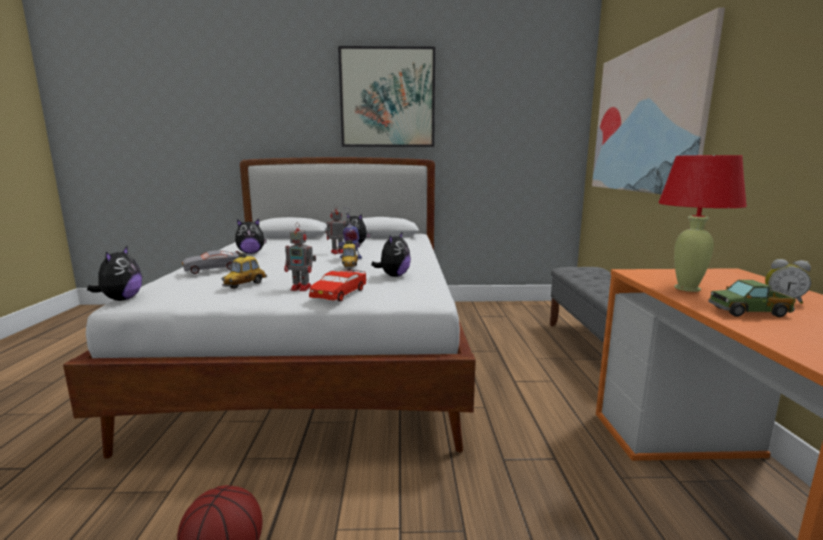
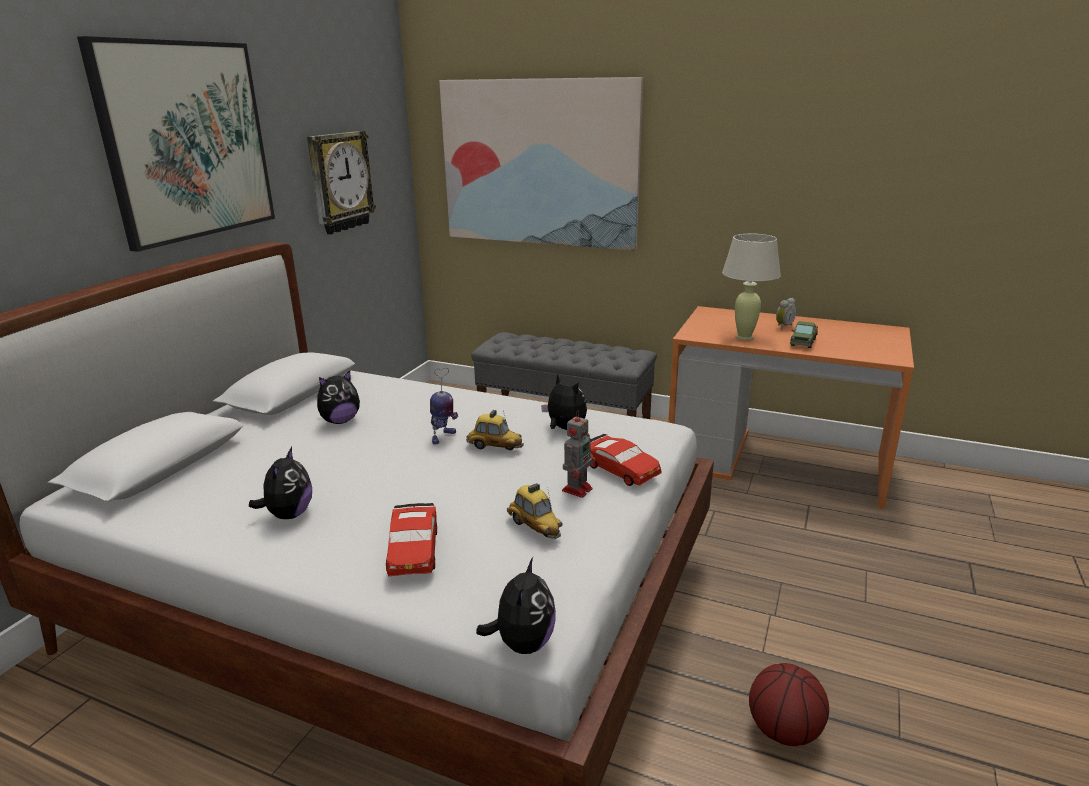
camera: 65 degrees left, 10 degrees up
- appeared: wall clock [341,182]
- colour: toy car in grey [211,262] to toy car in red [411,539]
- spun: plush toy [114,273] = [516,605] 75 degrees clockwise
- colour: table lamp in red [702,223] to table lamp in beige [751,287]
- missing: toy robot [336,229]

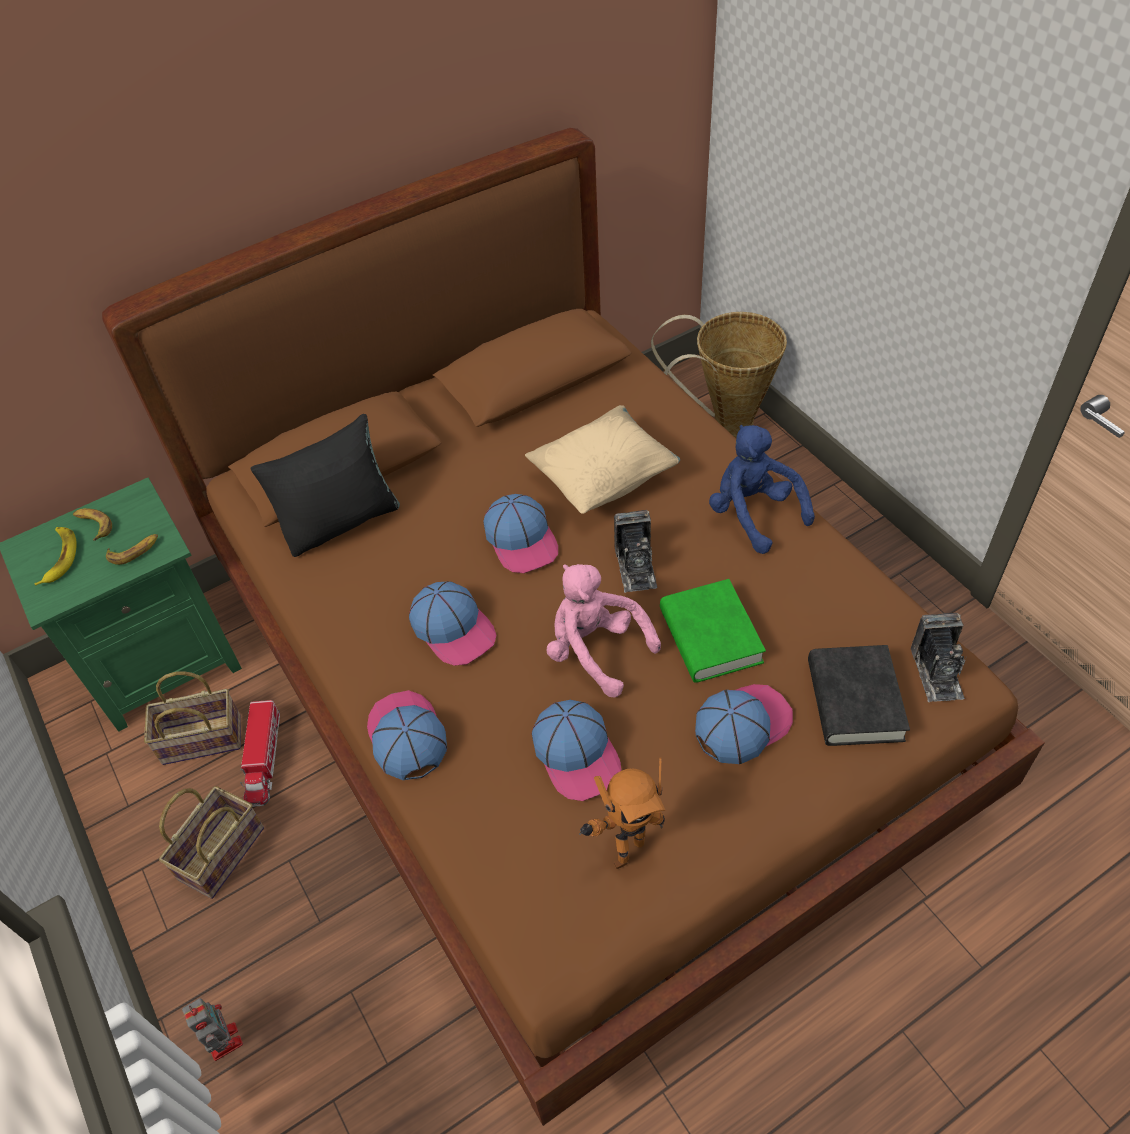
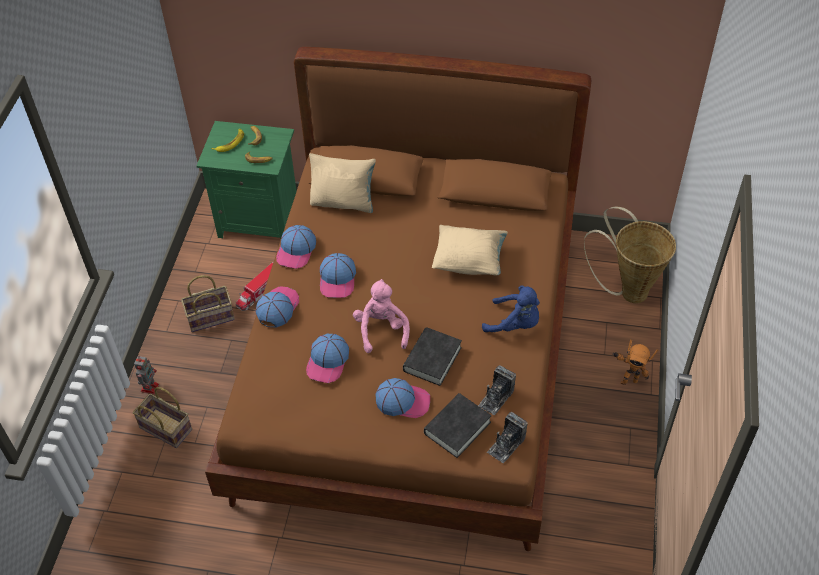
camera: 40 degrees right, 0 degrees up
- relocated: basket [192,718] to [162,417]
- relocated: cap [520,533] to [296,247]
- colour: pillow in black [325,485] to pillow in beige [342,183]
- colour: book in green [713,631] to book in black [432,356]
- relocated: photo camera [635,551] to [497,390]
- spun: plush toy in blue [762,489] = [511,308] 105 degrees clockwise
- relocated: toy robot [622,813] to [635,362]

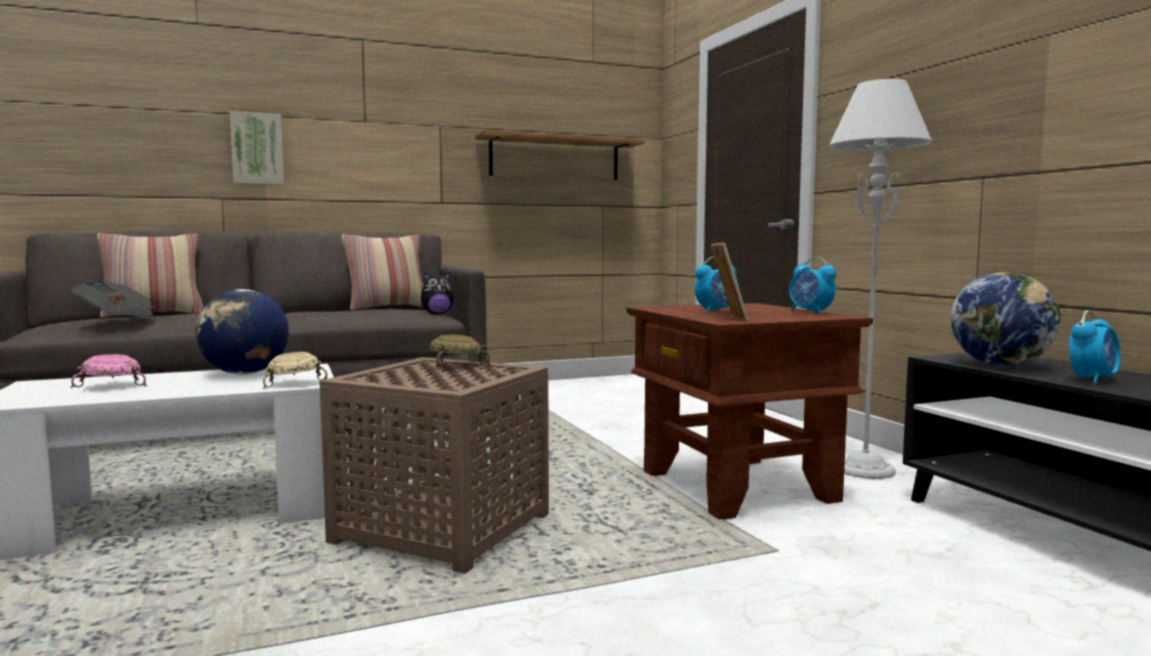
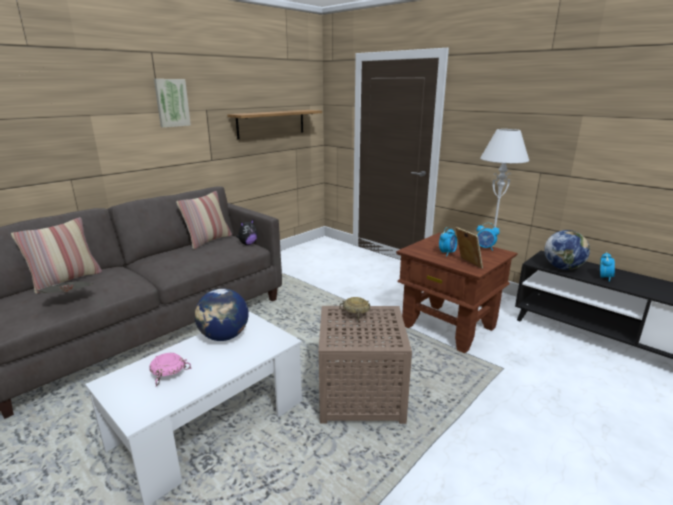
camera: 25 degrees left, 15 degrees up
- relocated: picture [257,148] to [172,103]
- missing: bowl in beige [295,370]

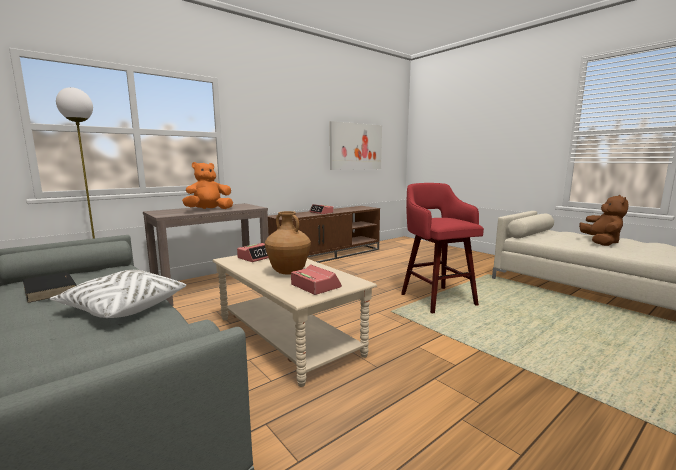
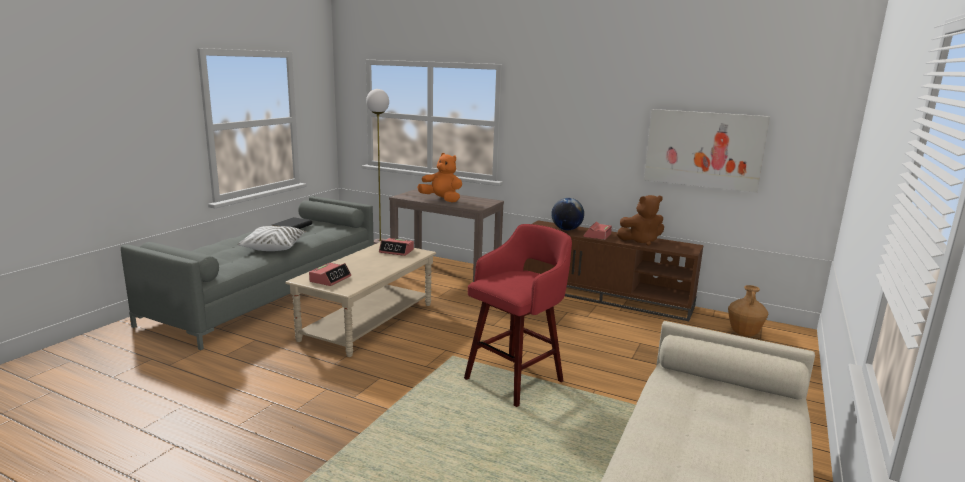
camera: 65 degrees right, 5 degrees up
- appeared: globe [567,214]
- relocated: plush toy in brown [603,220] to [640,220]
- relocated: vase in brown [288,243] to [748,311]

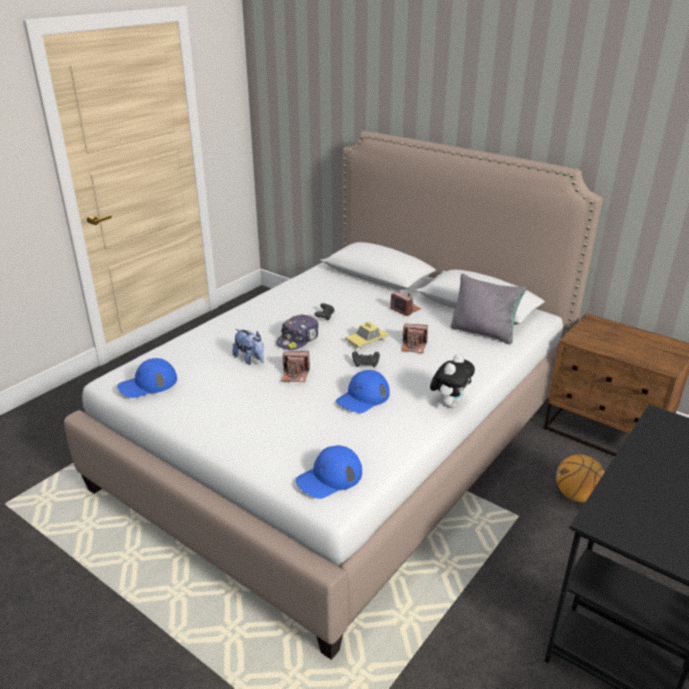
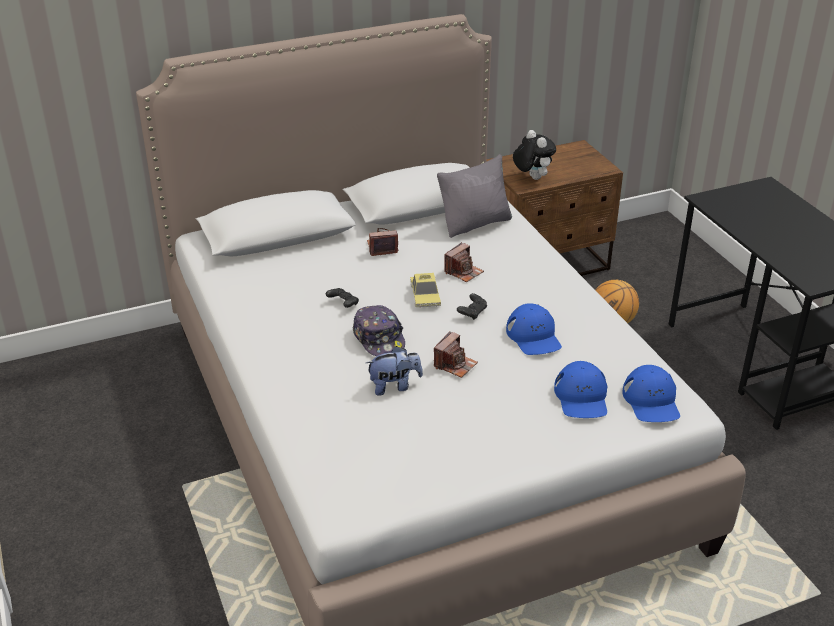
camera: 60 degrees left, 5 degrees up
- relocated: plush toy [452,381] to [534,155]
- relocated: cap in blue [147,378] to [580,389]

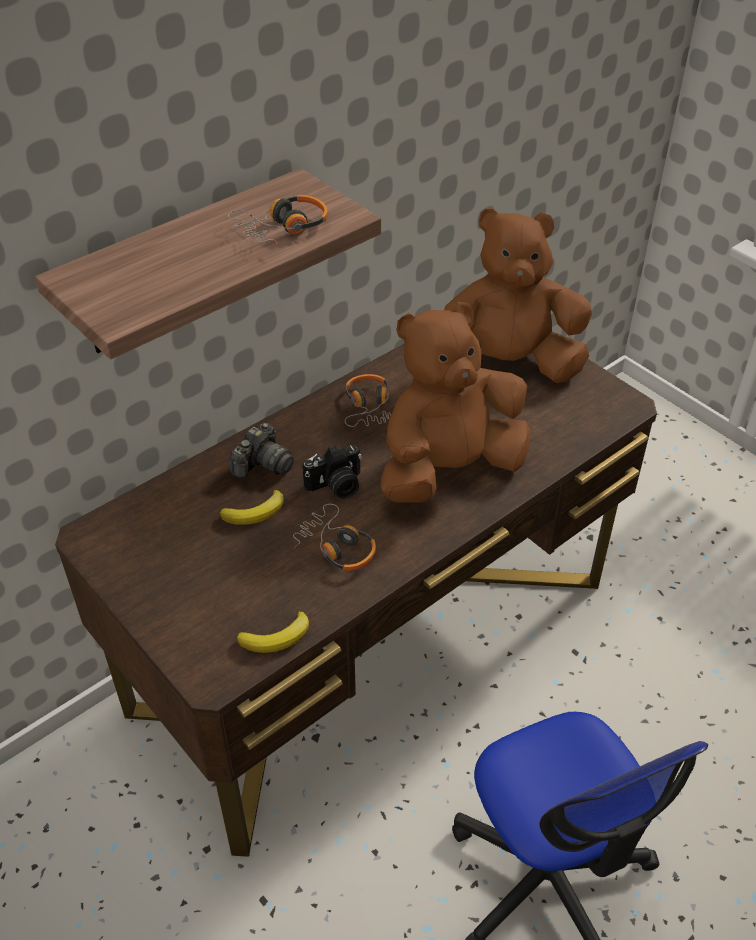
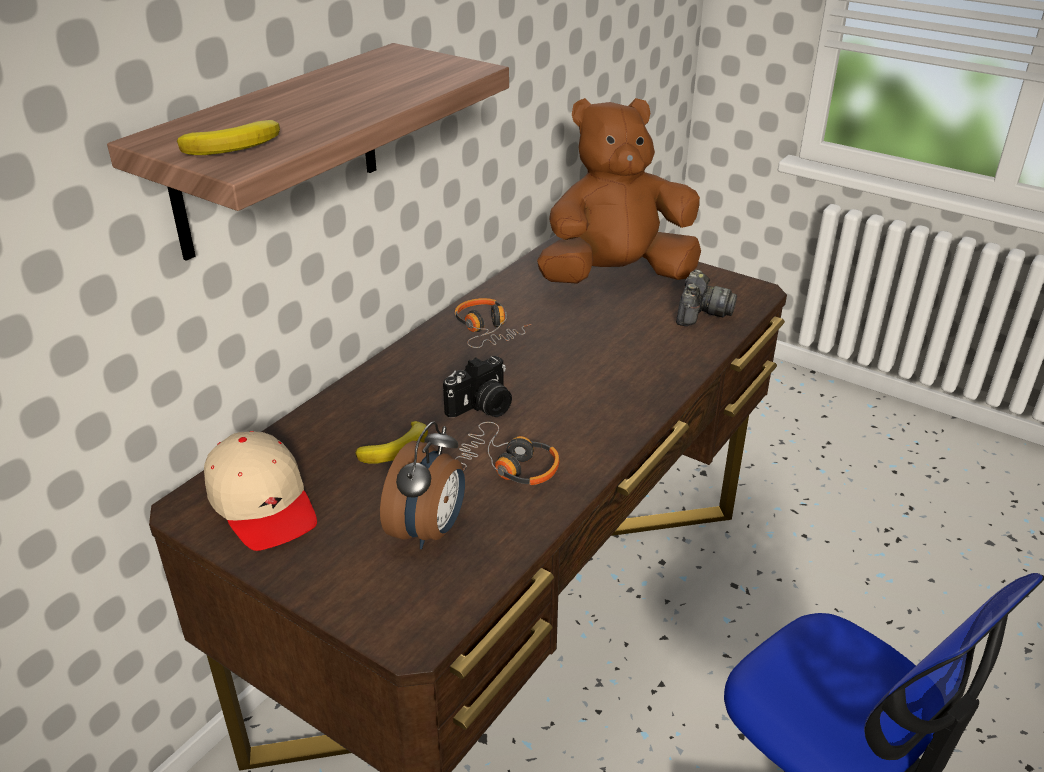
camera: 15 degrees left, 10 degrees down
- relocated: banana [273,632] to [228,137]
- appeared: cap in beige [260,491]
- appeared: alarm clock [422,485]
- relocated: photo camera [262,450] to [706,297]
- missing: headphones [278,220]
- missing: plush toy in brown [455,402]

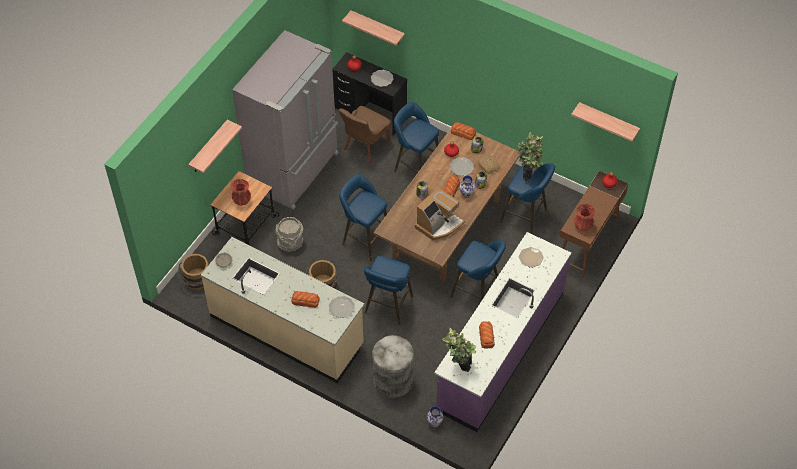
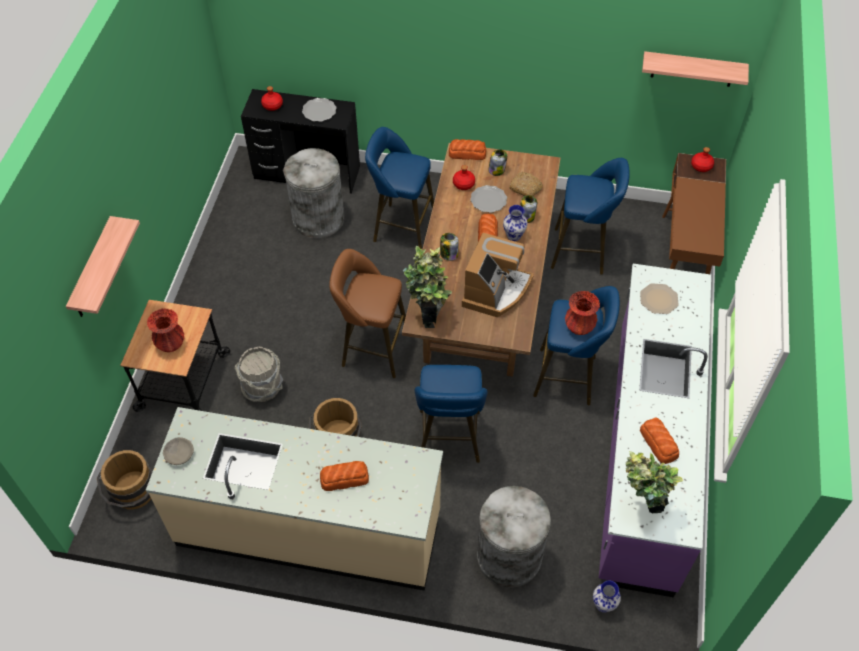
camera: 20 degrees left, 0 degrees up
- exchanged: chair in brown [364,135] to trash can in grey [313,193]
- colour: stool in blue [363,217] to stool in brown [367,313]
- relocated: potted plant [531,157] to [427,287]
- relocated: vase in red [584,217] to [582,313]
- missing: fridge in grey [285,120]
- missing: plate [342,307]
- missing: shelf [373,27]

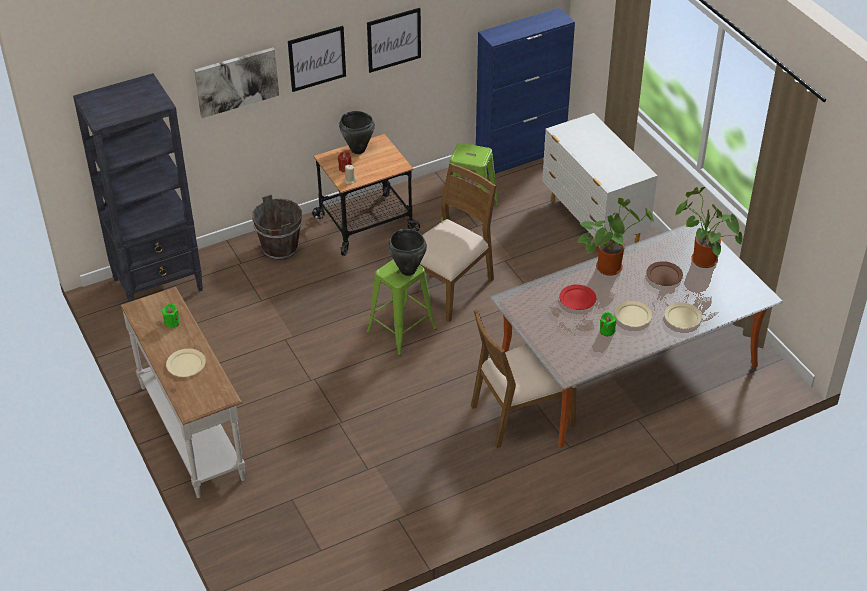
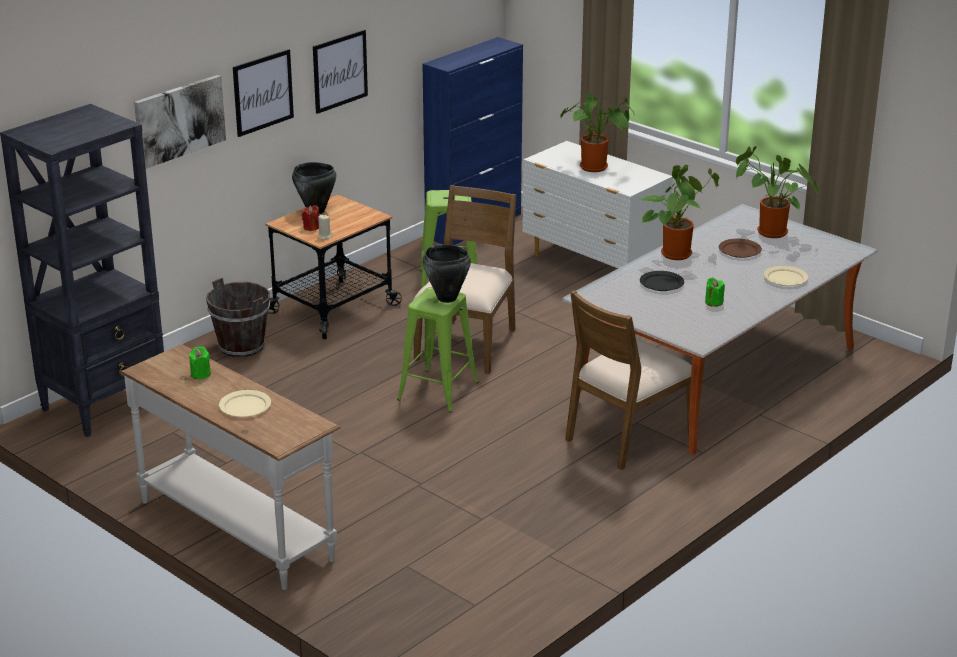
camera: 20 degrees left, 15 degrees down
- appeared: potted plant [597,133]
- colour: plate in red [577,297] to plate in black [662,281]
- missing: plate in beige [633,314]

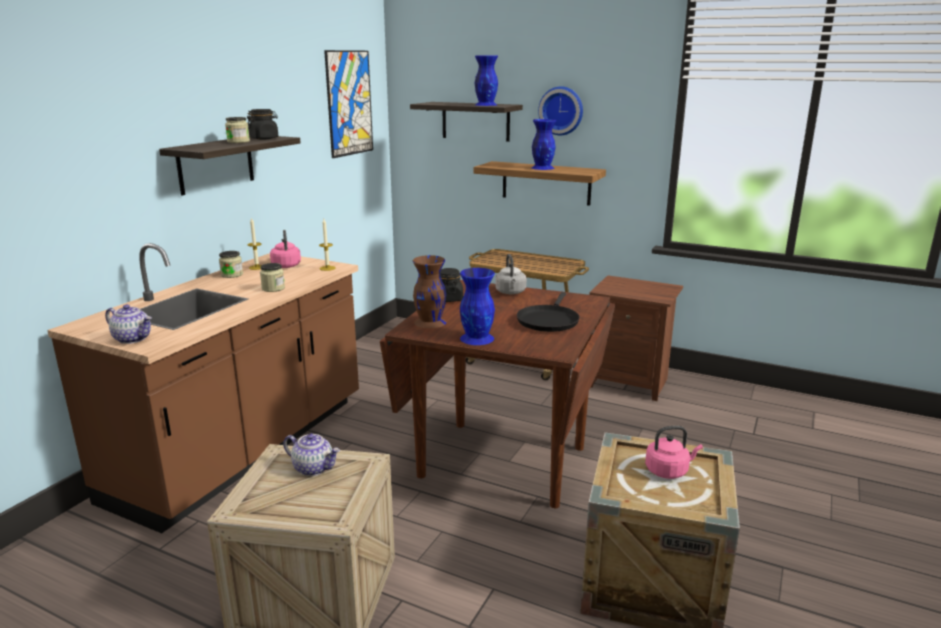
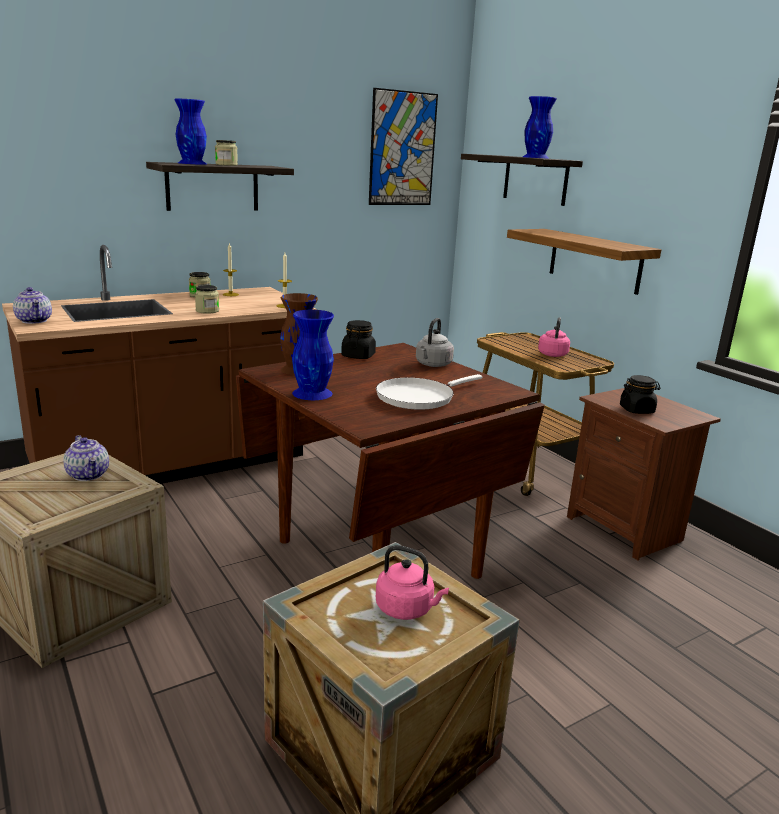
camera: 30 degrees right, 0 degrees up
- relocated: vase in blue [544,144] to [190,131]
- colour: frying pan in black [548,312] to frying pan in white [429,392]
- relocated: kettle in pink [285,249] to [554,337]
- relocated: jar in black [262,124] to [640,394]
- missing: wall clock [560,110]

